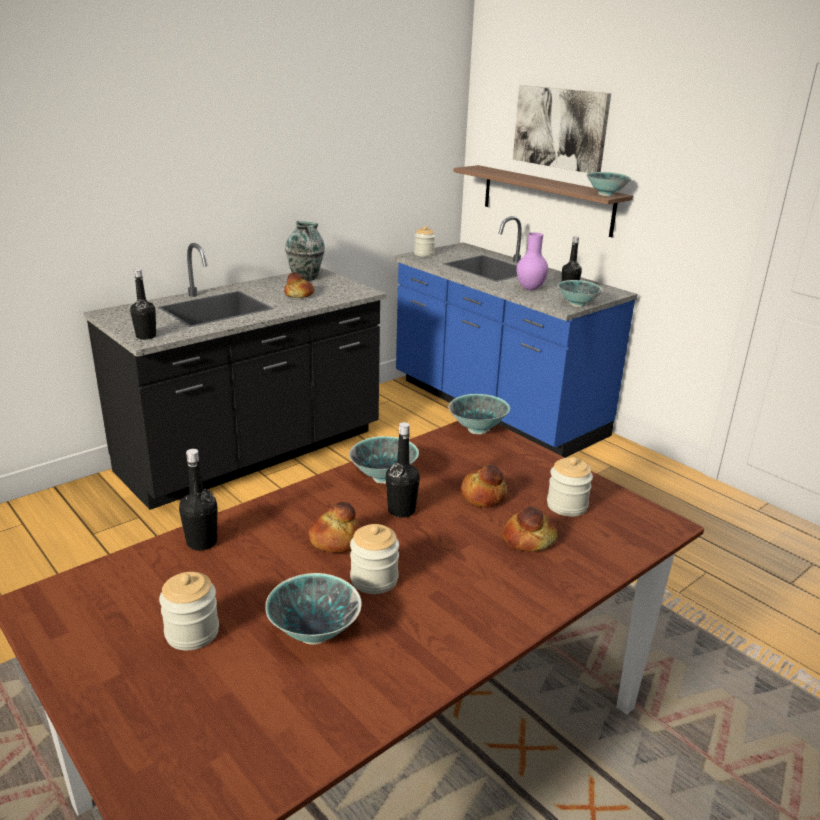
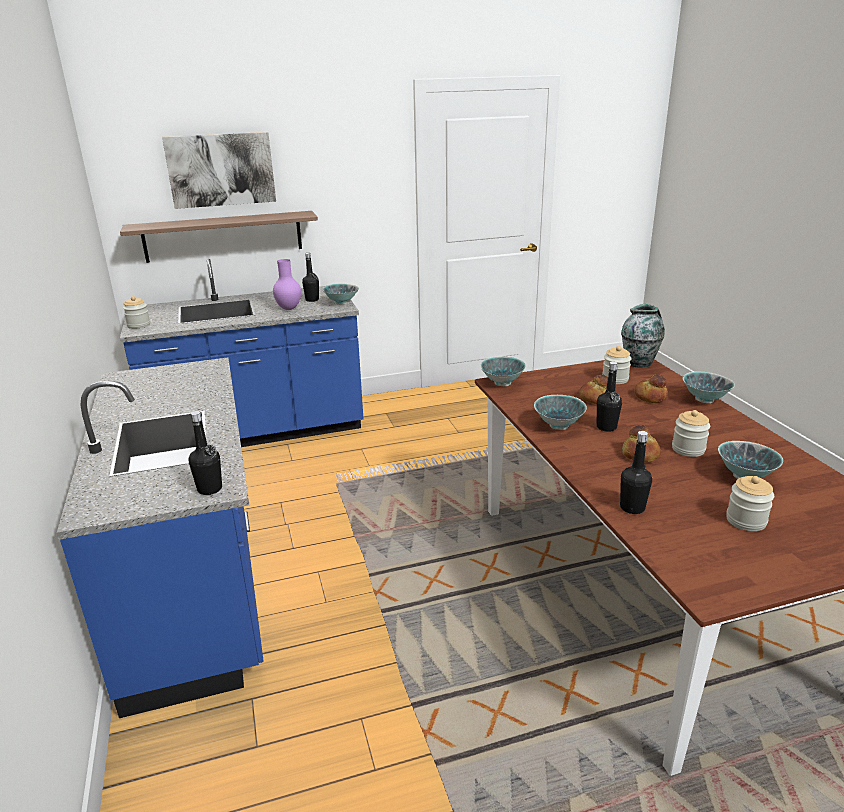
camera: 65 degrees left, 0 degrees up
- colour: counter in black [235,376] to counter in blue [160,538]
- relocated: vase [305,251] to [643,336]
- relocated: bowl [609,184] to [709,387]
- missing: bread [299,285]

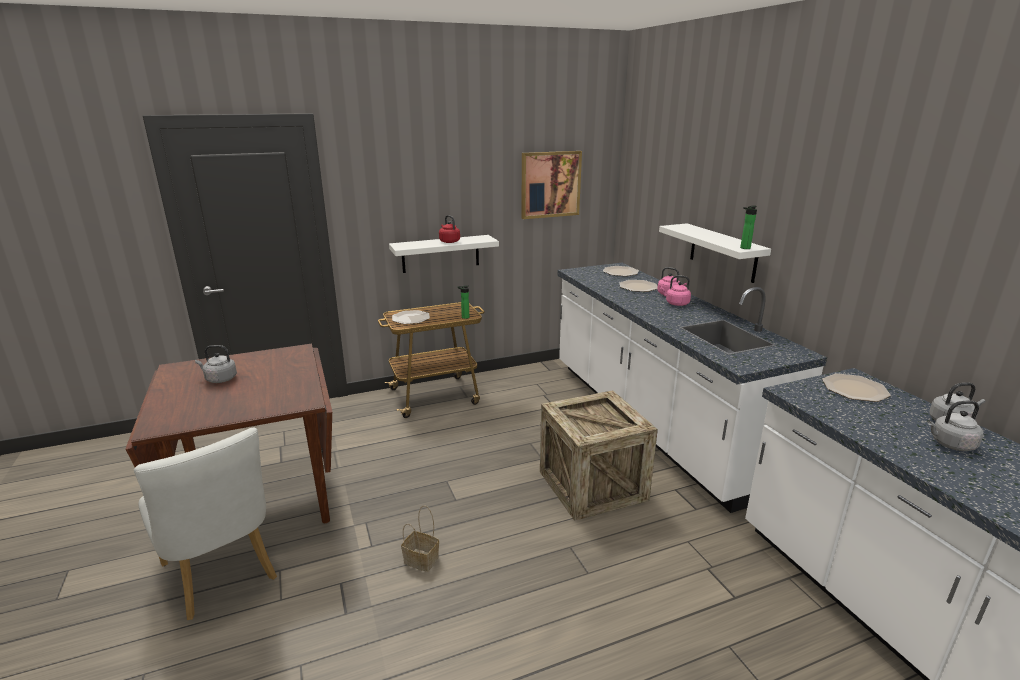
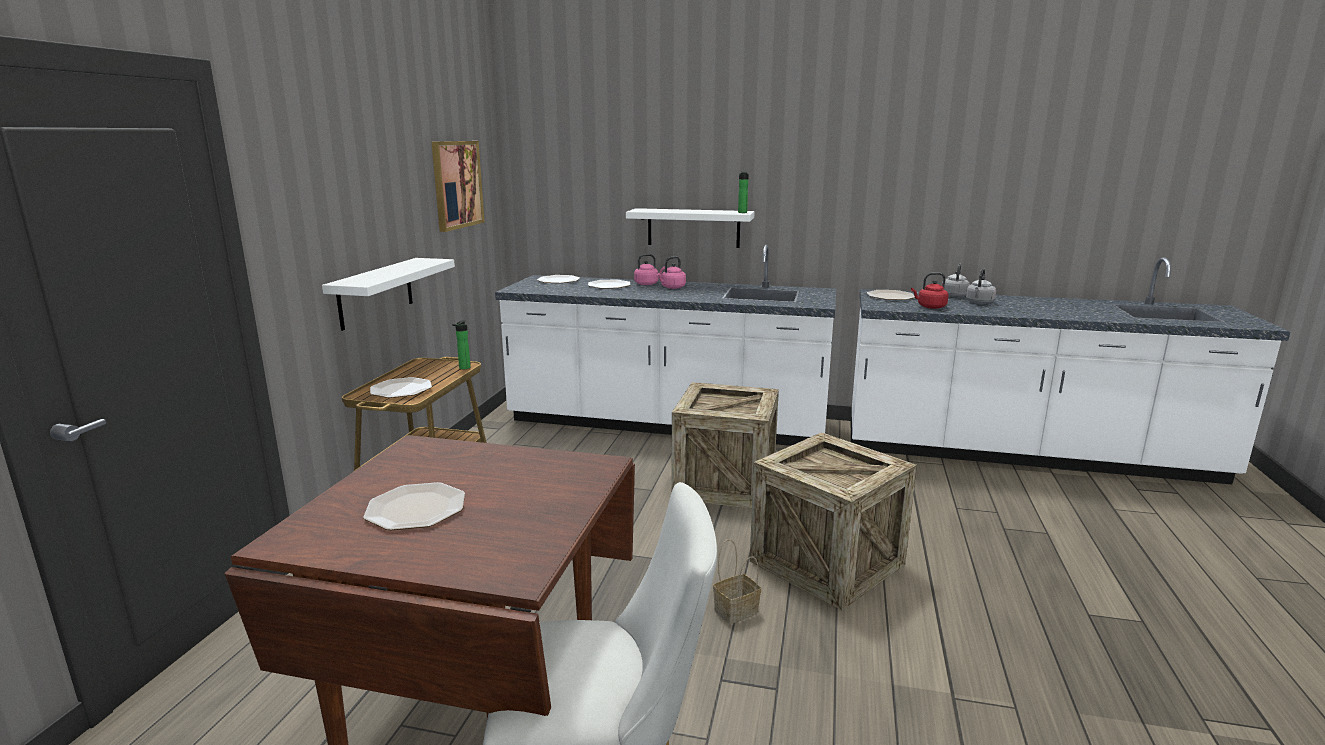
camera: 55 degrees left, 5 degrees down
- exchanged: kettle in grey [216,364] to plate [414,506]
- appeared: crate [833,521]
- relocated: kettle in red [449,229] to [929,290]

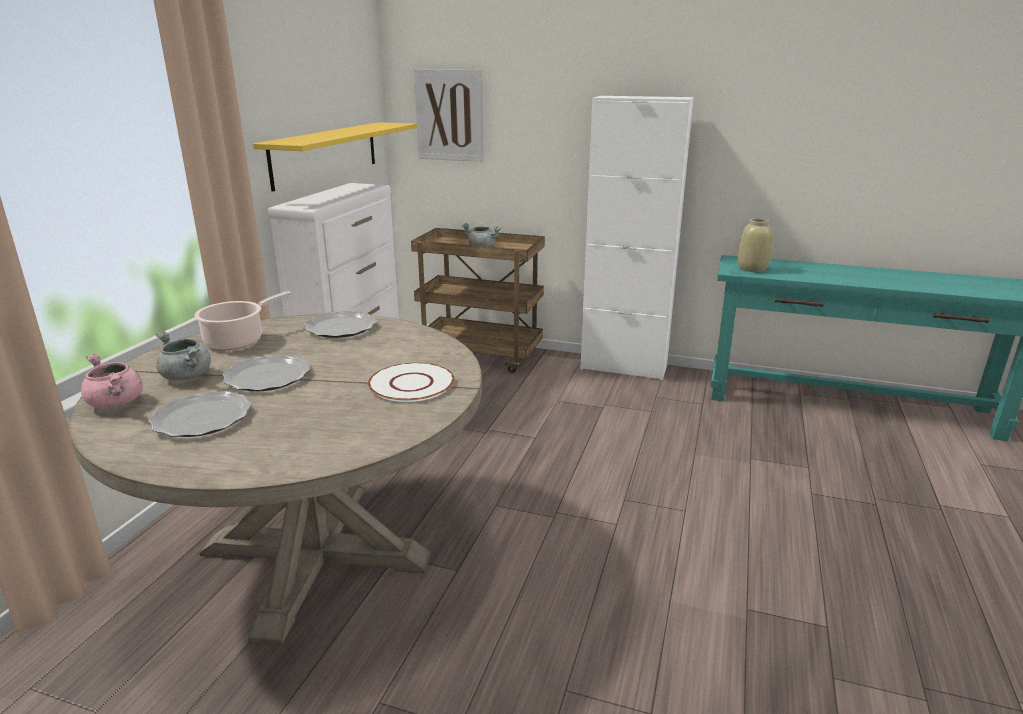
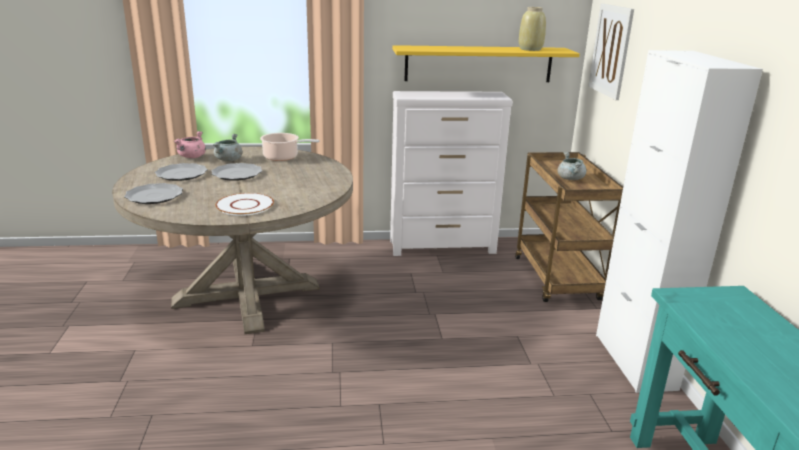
camera: 65 degrees right, 0 degrees up
- relocated: plate [340,324] to [153,193]
- relocated: vase in beige [755,245] to [532,29]

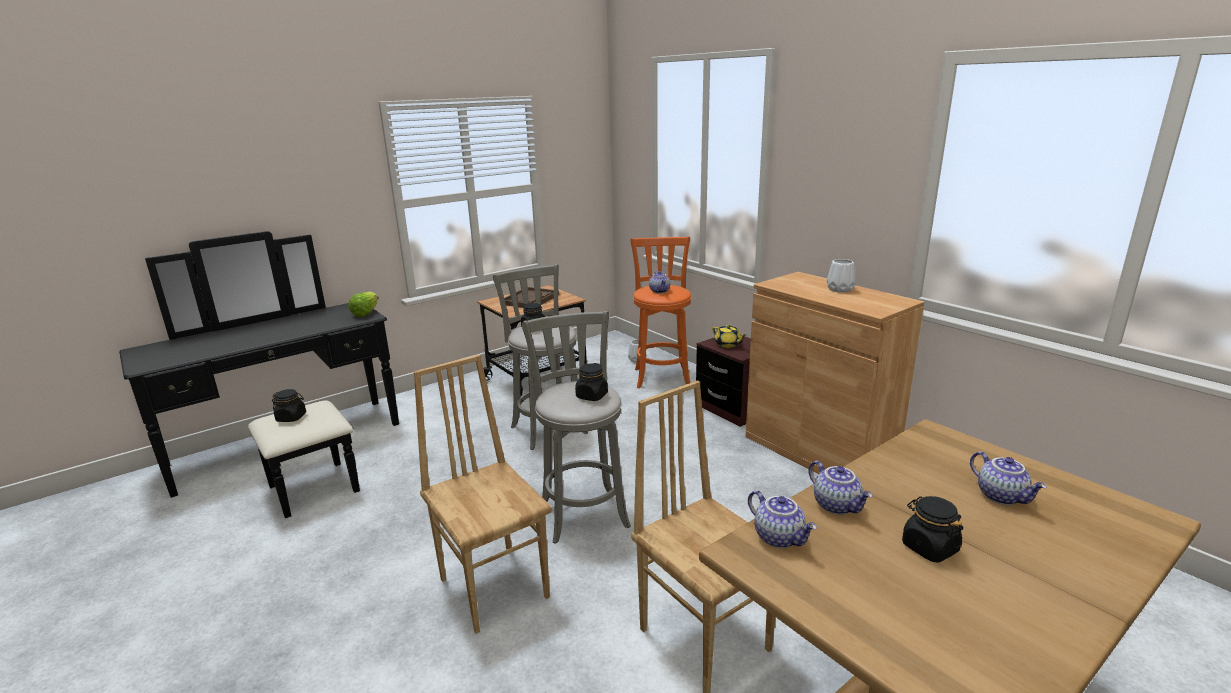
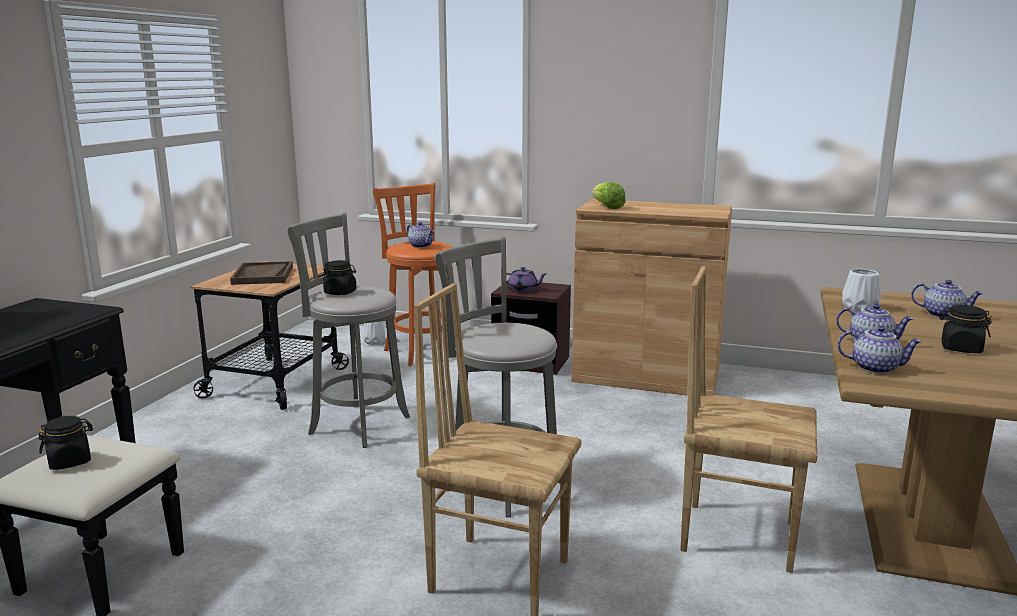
camera: 35 degrees left, 5 degrees down
- colour: teapot in yellow [729,336] to teapot in purple [526,279]
- relocated: lettuce [363,304] to [608,195]
- relocated: vase in white [841,275] to [861,290]
- missing: jar in black [591,382]

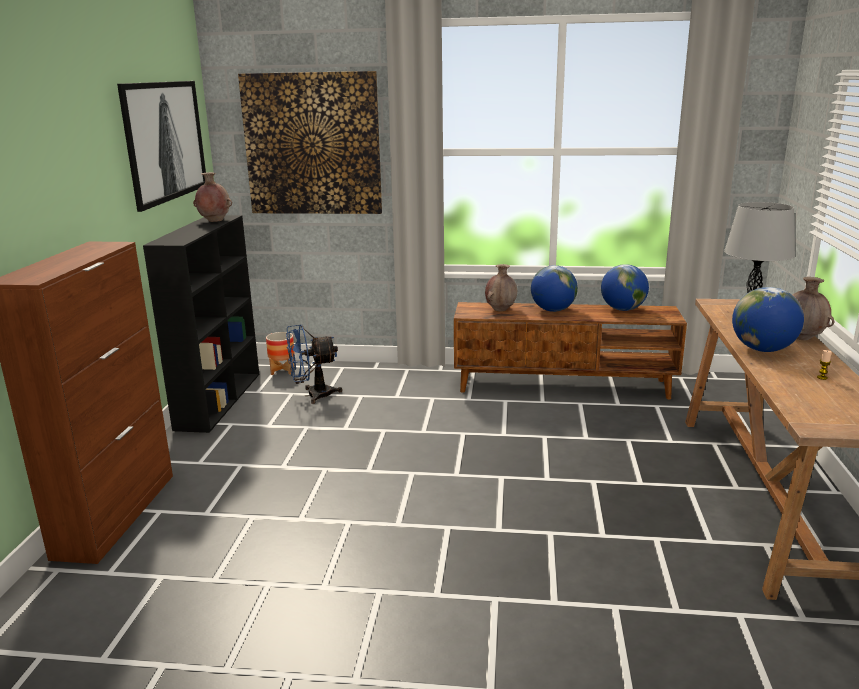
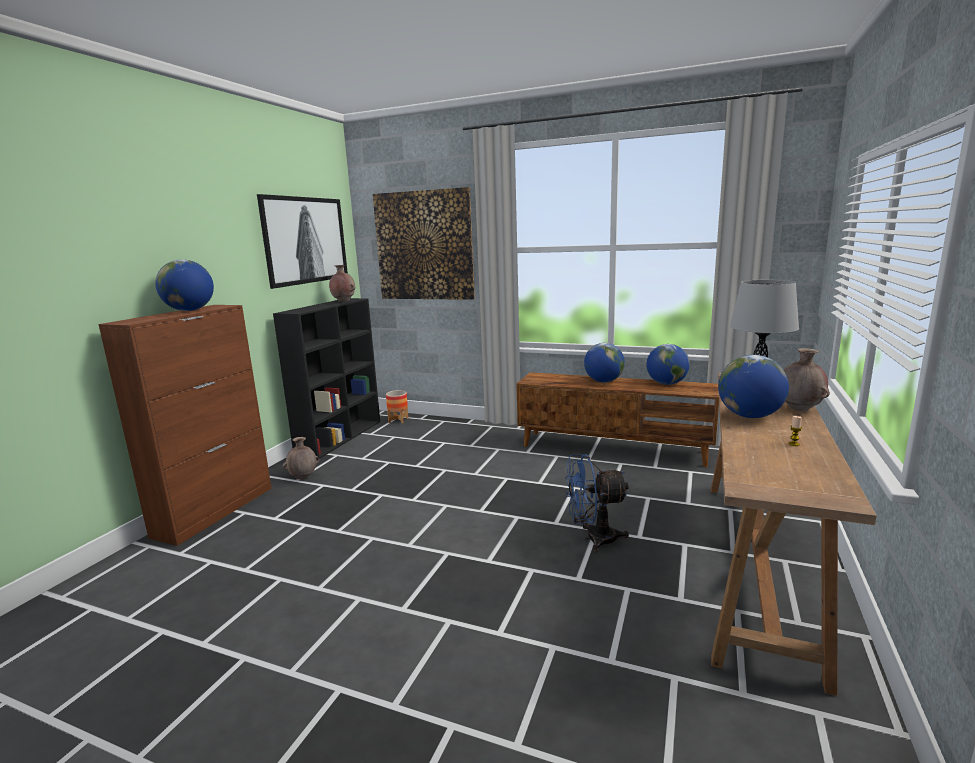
camera: 15 degrees right, 5 degrees down
- appeared: globe [184,285]
- relocated: vase in brown [501,287] to [301,458]
- relocated: fan in blue [314,364] to [597,503]

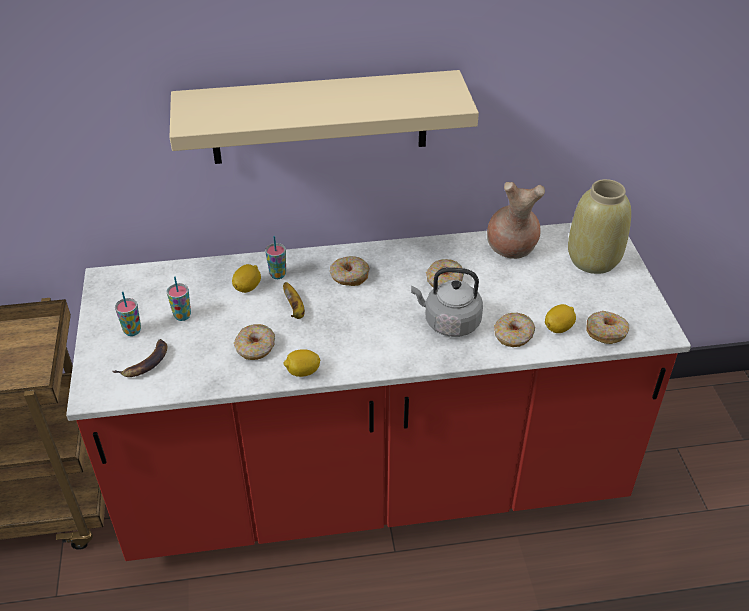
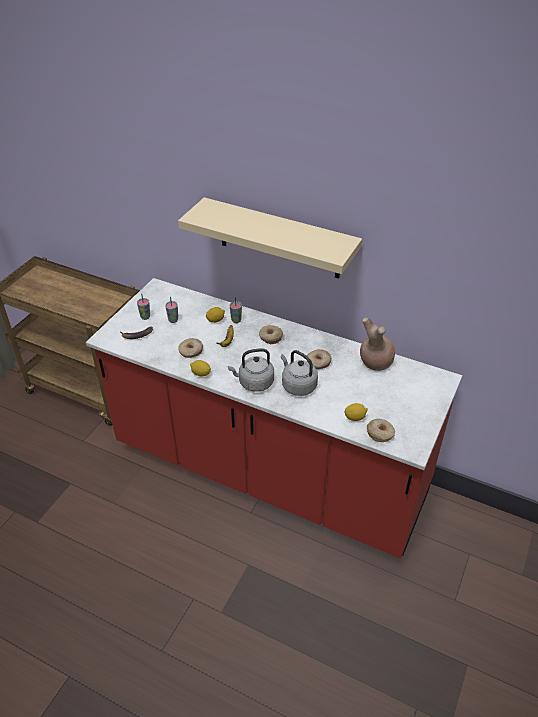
camera: 35 degrees right, 0 degrees up
- appeared: kettle in grey [251,370]
- missing: donut [514,330]
- missing: vase in beige [599,226]

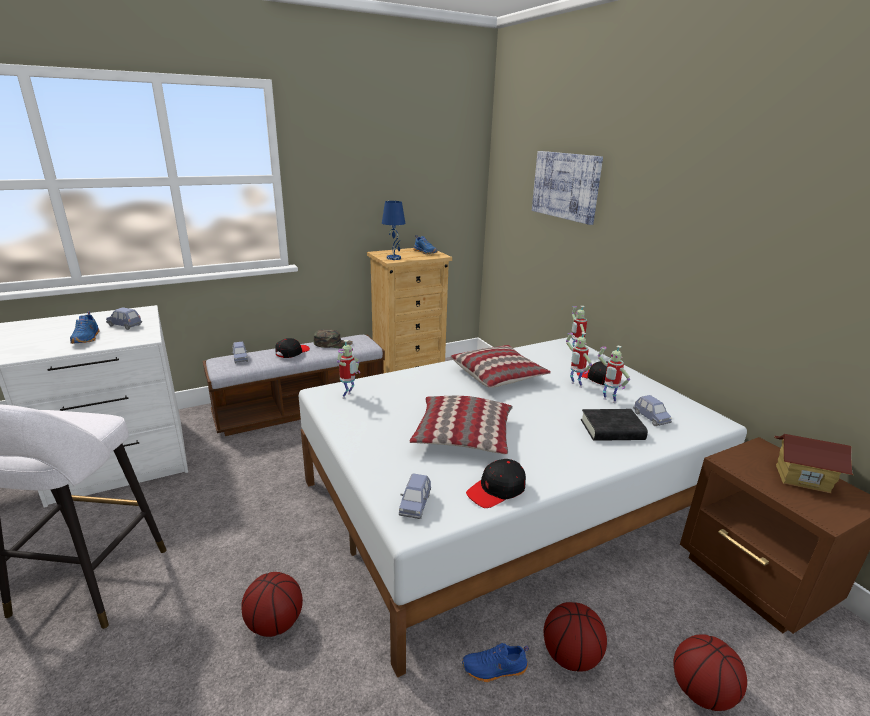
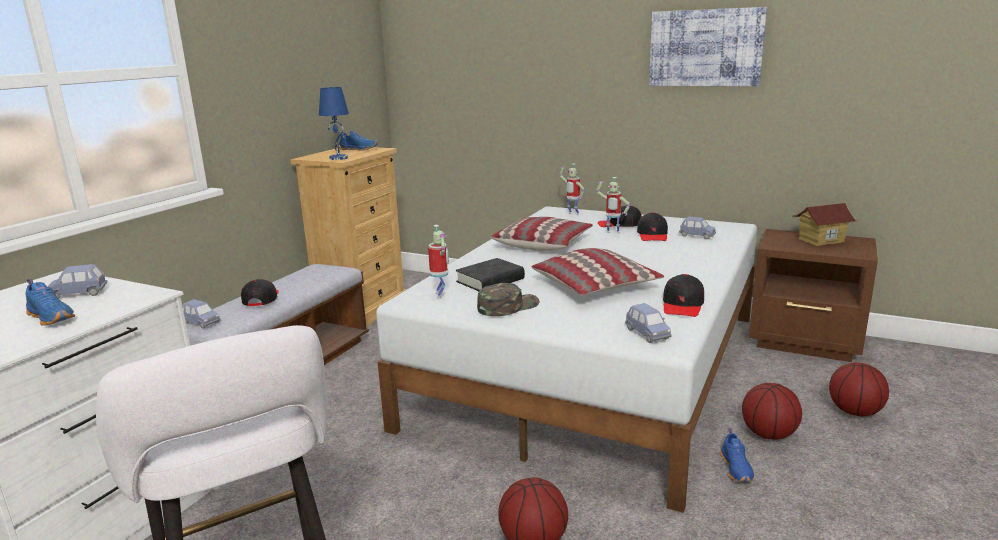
camera: 35 degrees left, 5 degrees down
- relocated: book in black [614,425] to [490,274]
- relocated: cap in green [333,339] to [508,299]
- exchanged: toy robot [614,374] to cap in black [652,226]
- relocated: picture [567,188] to [708,46]
- spun: shoe in blue [495,662] = [737,455] 45 degrees counterclockwise

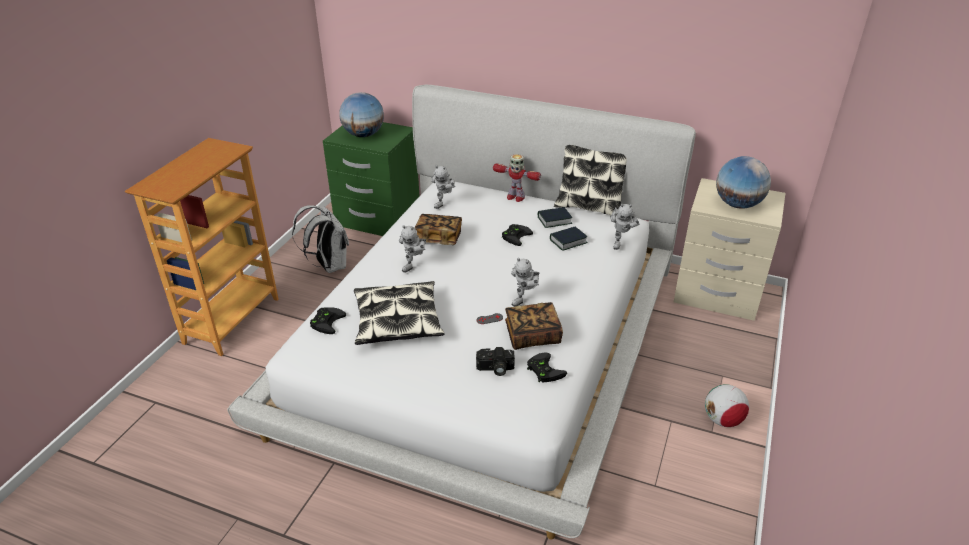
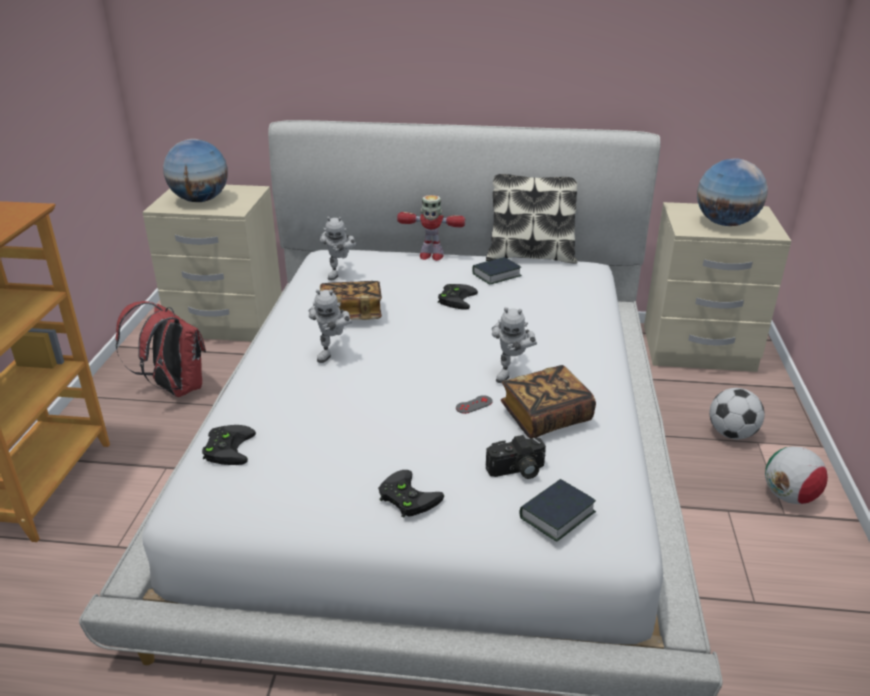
camera: 15 degrees left, 5 degrees down
- colour: backpack in white [320,239] to backpack in red [161,349]
- colour: nightstand in green [371,179] to nightstand in beige [212,263]
- relocated: game controller in black [547,367] to [411,494]
- relocated: book [569,239] to [558,510]
- appeared: football [737,413]
- missing: pillow [399,313]
- missing: toy robot [624,227]

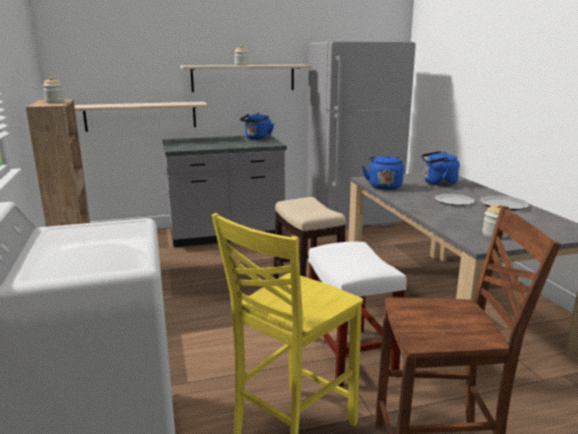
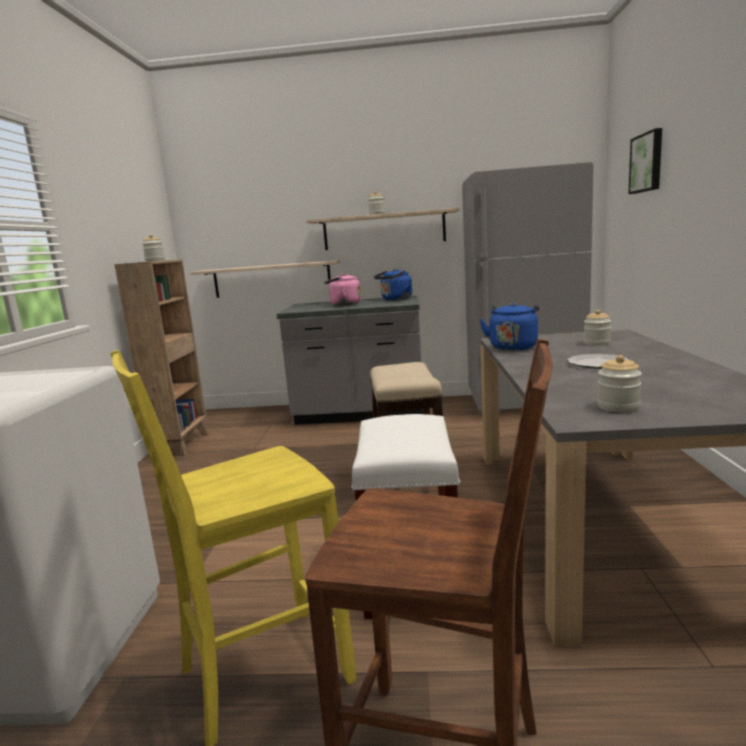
camera: 20 degrees right, 5 degrees down
- appeared: kettle in pink [342,289]
- exchanged: kettle in blue [440,168] to jar [597,328]
- appeared: picture [645,161]
- missing: plate [504,203]

